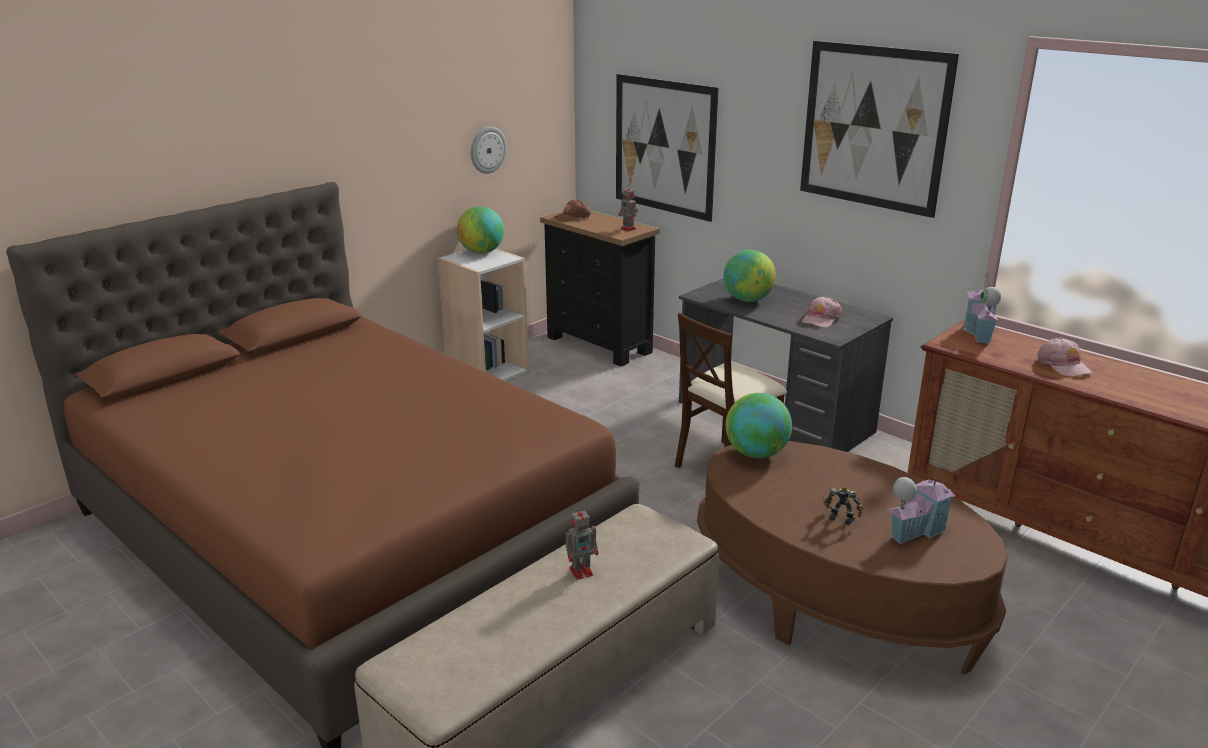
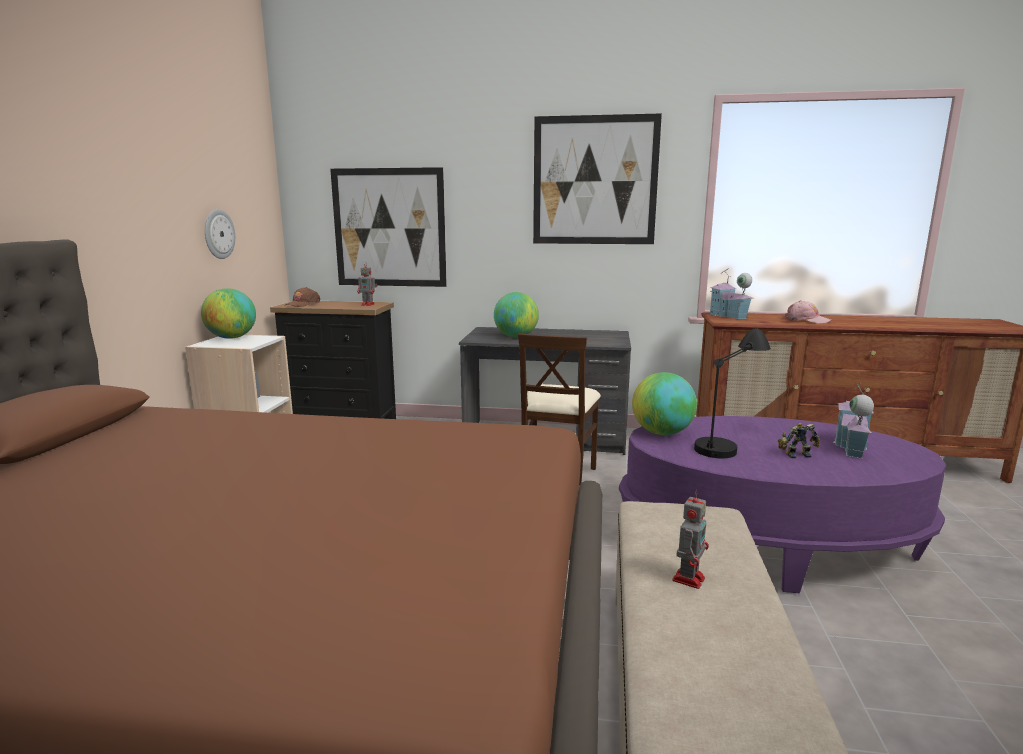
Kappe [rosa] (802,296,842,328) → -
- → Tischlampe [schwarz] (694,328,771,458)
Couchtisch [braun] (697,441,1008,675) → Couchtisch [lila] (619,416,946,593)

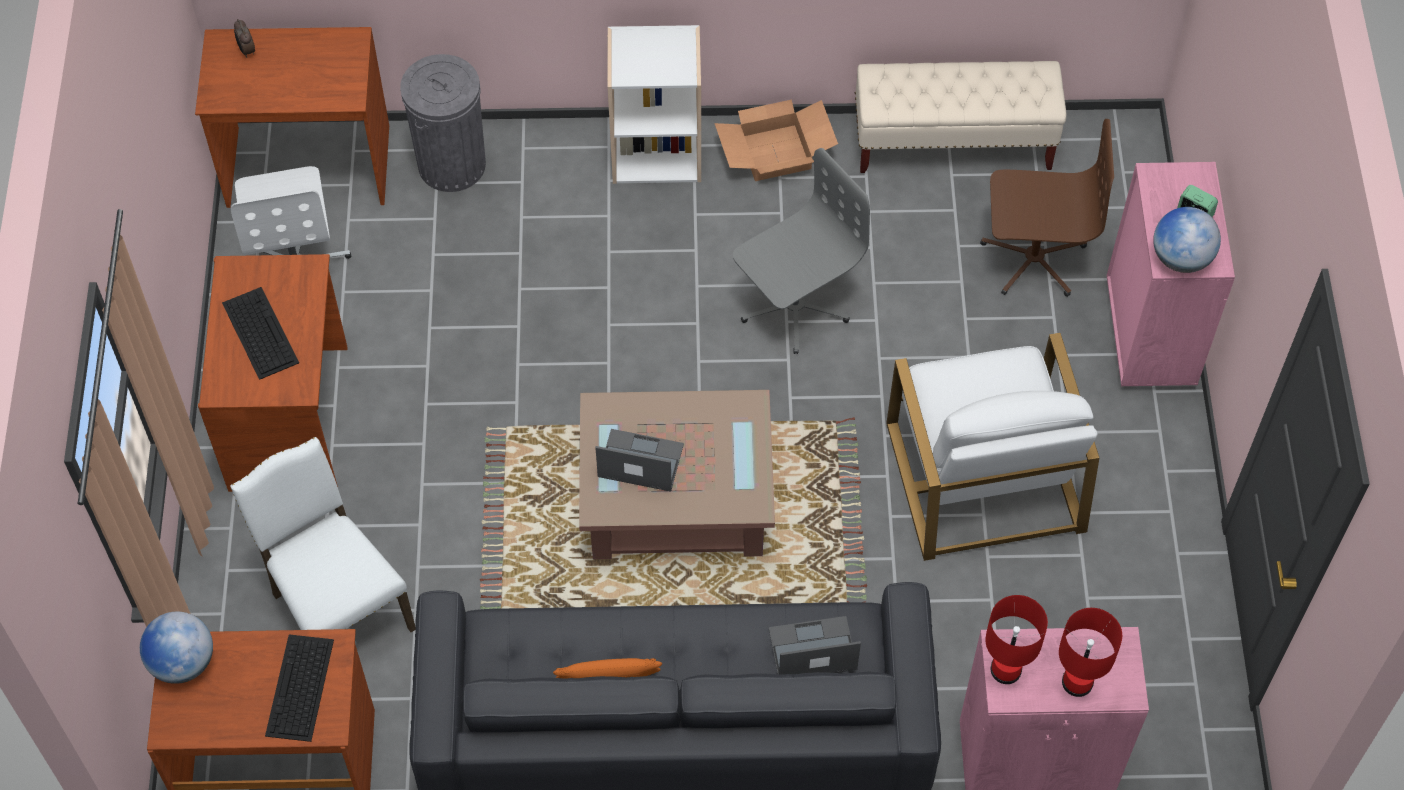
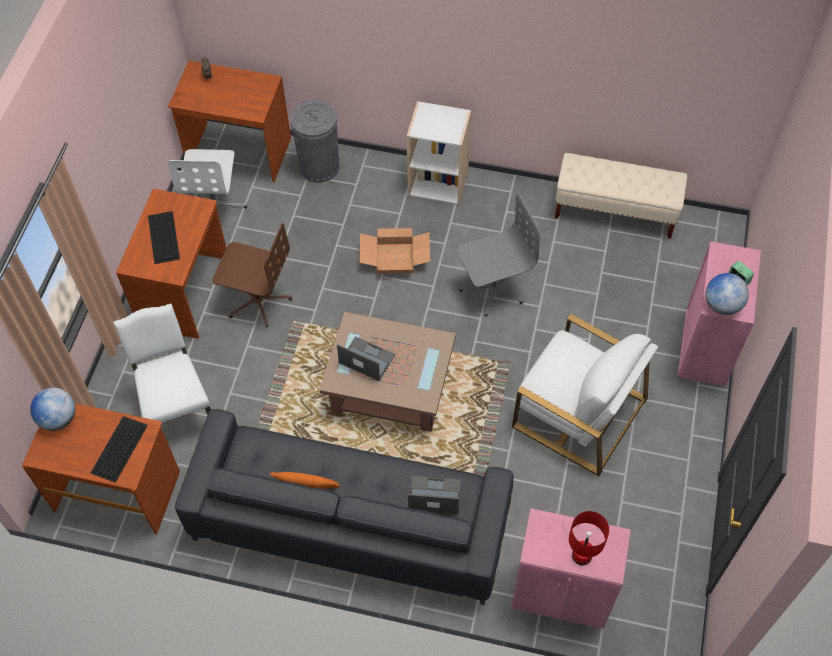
Tischlampe [rot] (986,595,1048,684) → -
Karton (714,99,838,181) → Karton (360,228,430,274), relocated
Bürostuhl [braun] (980,119,1114,297) → Bürostuhl [braun] (212,223,292,328), relocated
Sessel [weiß] (886,333,1099,561) → Sessel [weiß] (512,314,658,476), 60 degrees counterclockwise

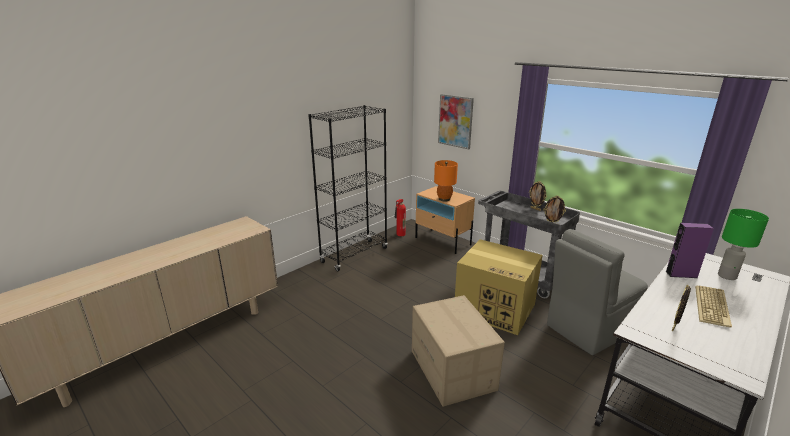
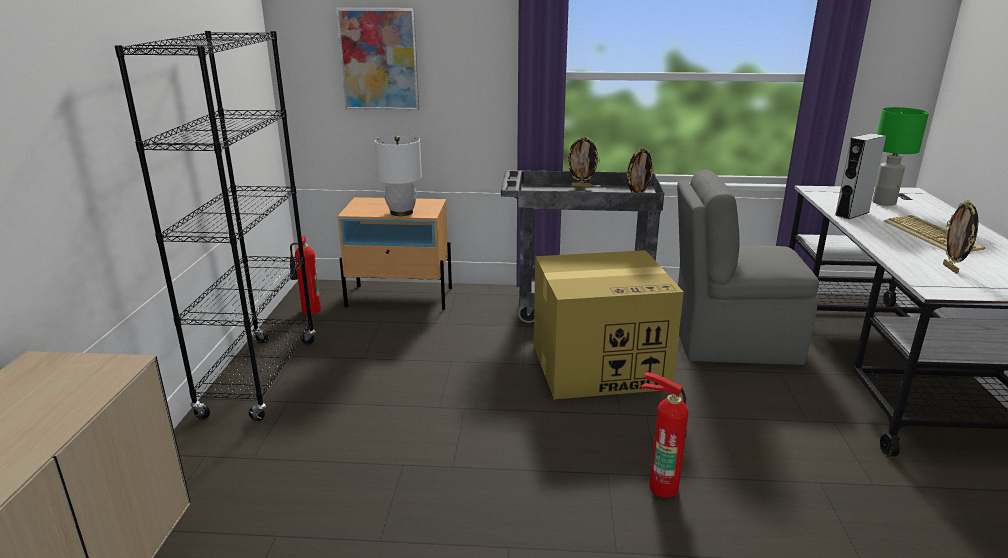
Karton (412,295,505,407) → Feuerlöscher (641,372,688,498)
Tischlampe [orange] (434,160,458,202) → Tischlampe [weiß] (374,135,422,216)
Lautsprecher [lila] (665,223,714,278) → Lautsprecher [grau] (835,133,886,219)
Stuhl [grau] (547,229,648,355) → Stuhl [grau] (677,170,819,365), 75 degrees clockwise

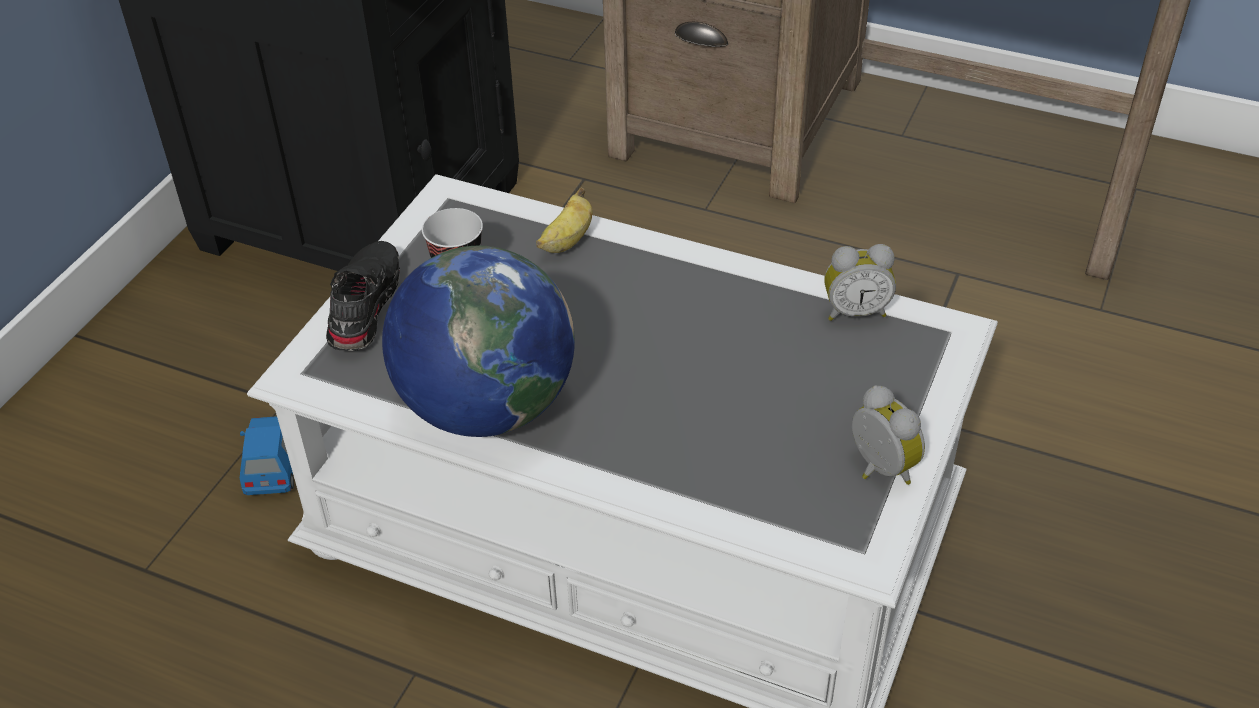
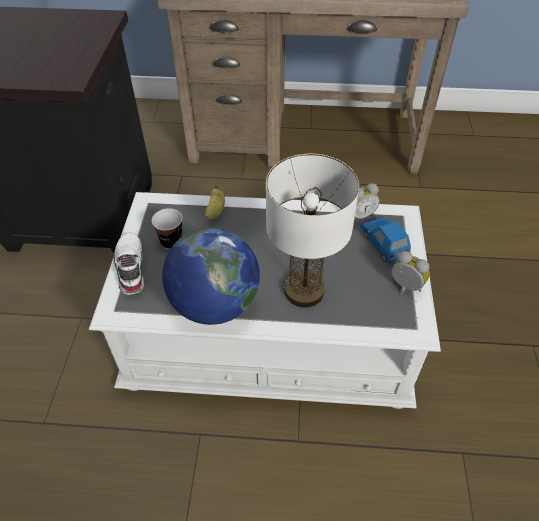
- → Tischlampe (266,154,359,308)
Spielzeugauto [blau] (240,416,294,495) → Spielzeugauto [blau] (360,217,411,263), relocated
Schuh [schwarz] (326,241,400,351) → Schuh [weiß] (113,233,144,295)

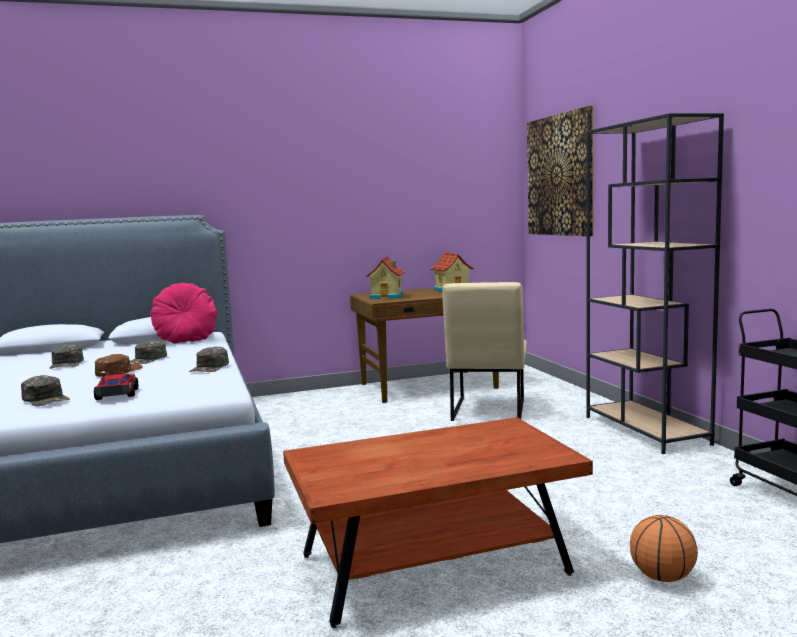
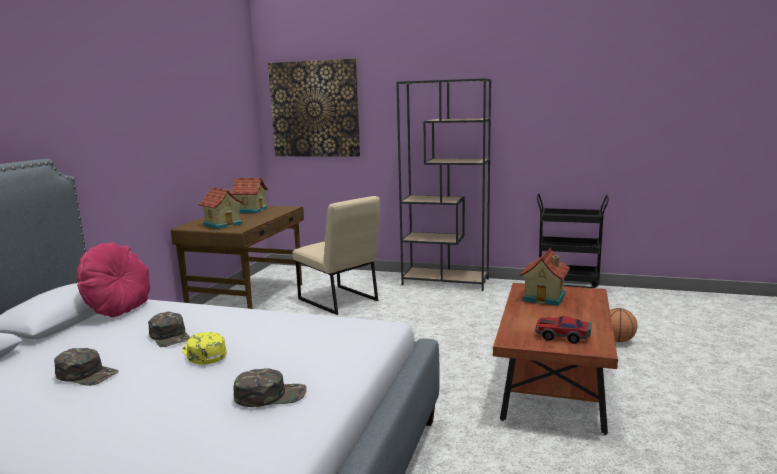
Kappe [grün] (189,347,229,372) → -
- → Spielzeughaus (520,248,570,306)
Spielzeugauto (94,373,138,400) → Spielzeugauto (535,316,592,344), relocated
Kappe [braun] (95,354,142,377) → Kappe [gelb] (182,332,226,364)

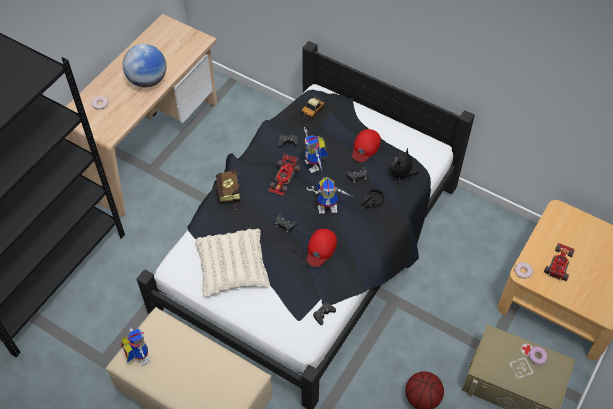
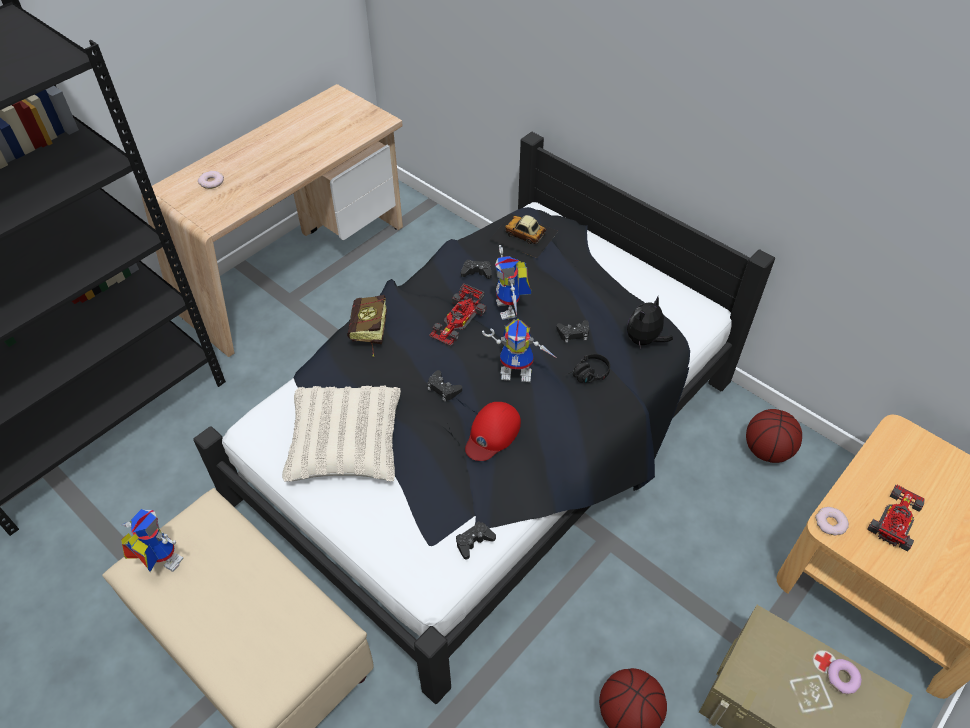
Globus (123,44,166,88) → -
Kappe [rot] (352,129,381,162) → -
- → Basketball (746,409,802,463)
Spielzeugroboter (121,326,151,366) → Spielzeugroboter (121,509,184,572), 45 degrees counterclockwise
Spielzeugauto (291,95,335,129) → Spielzeugauto (490,214,558,258), 75 degrees clockwise

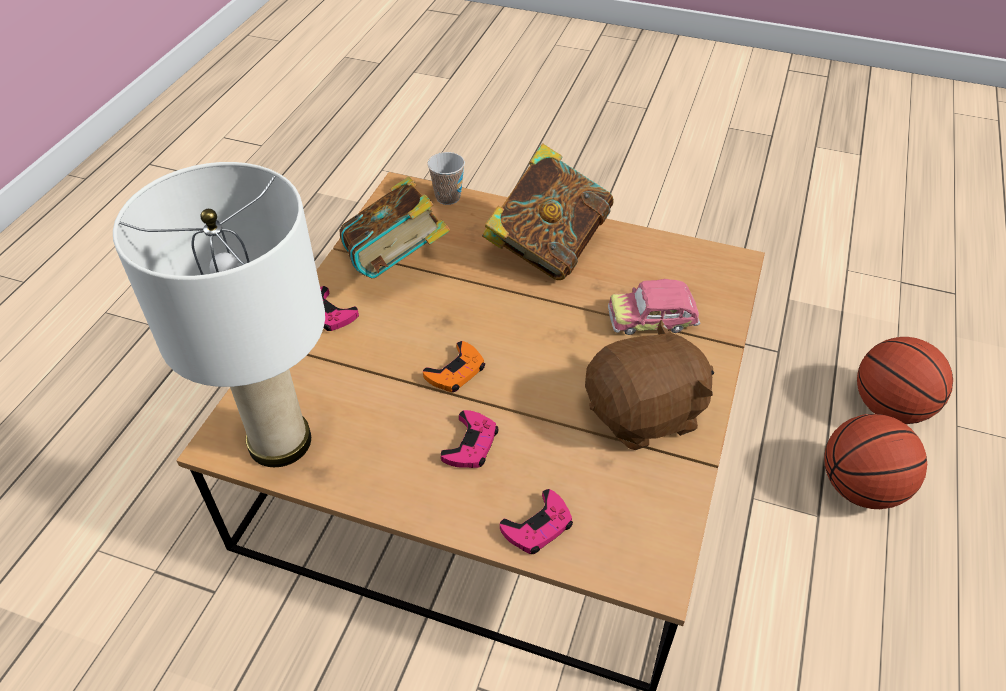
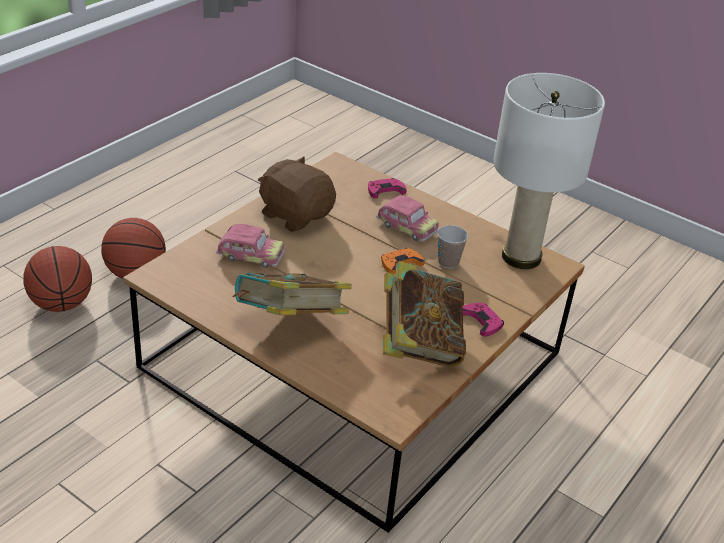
Tasse (428,152,465,205) → Tasse (438,225,468,269), relocated
Gamepad [rosa] (440,410,498,468) → Spielzeugauto (376,195,439,241)
Plüschtier [braun] (585,320,714,450) → Plüschtier [braun] (258,157,336,232), 45 degrees clockwise

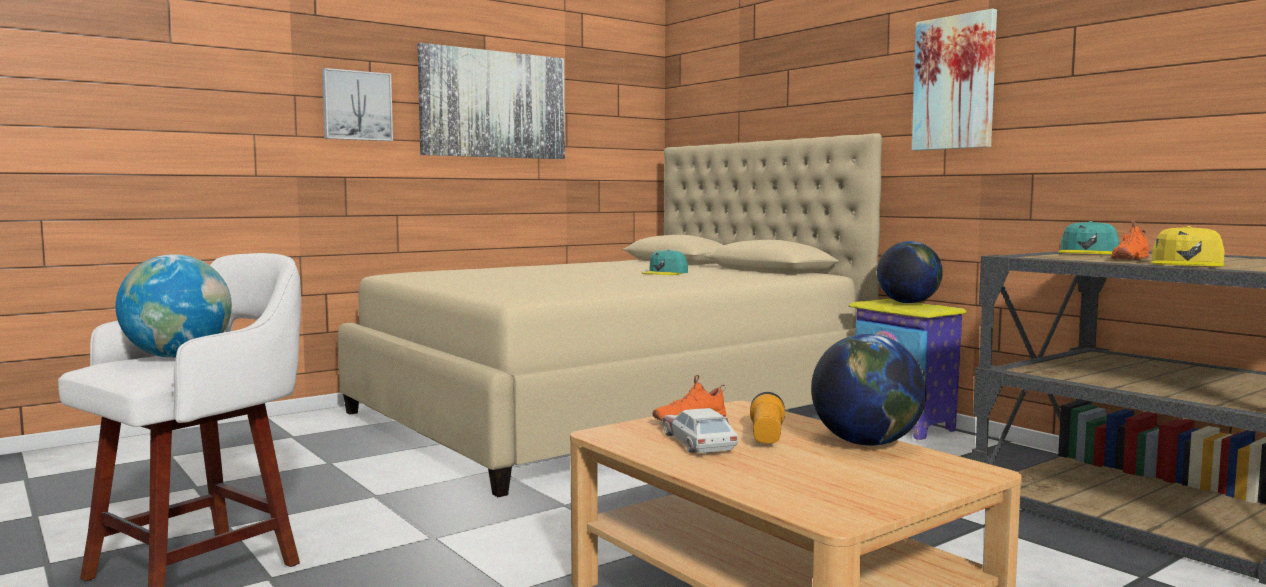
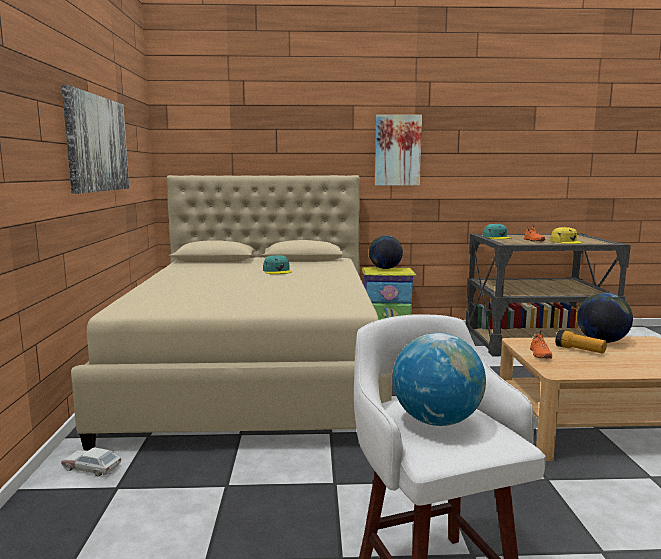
Bild (322,68,393,141) → -
Spielzeugauto (663,408,738,454) → Spielzeugauto (61,447,121,477), relocated

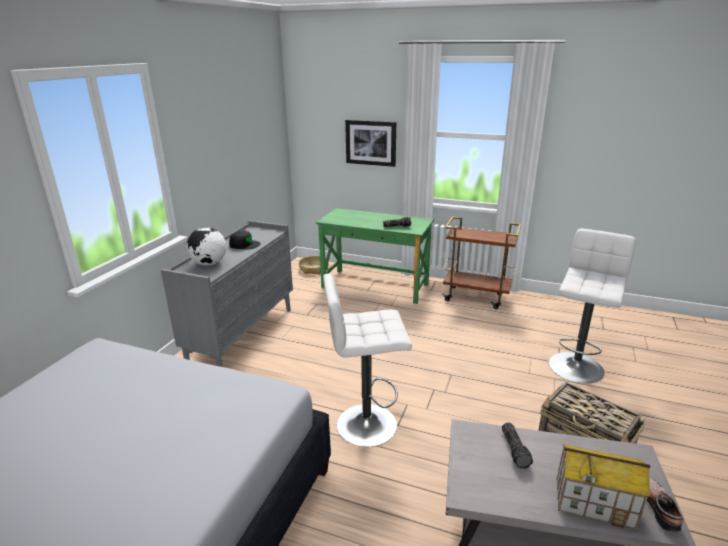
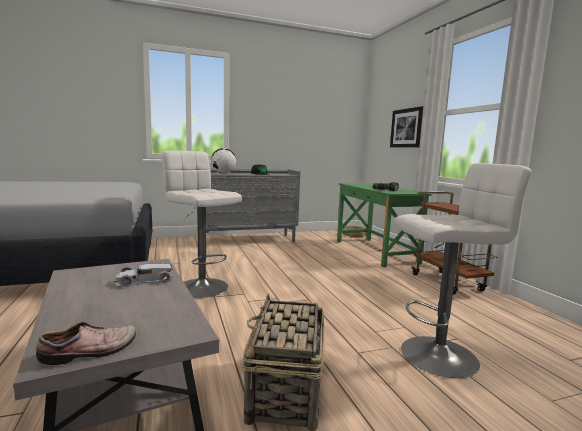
Spielzeughaus (557,444,650,530) → -
Taschenlampe (502,422,533,469) → Spielzeugauto [weiß] (114,263,173,288)

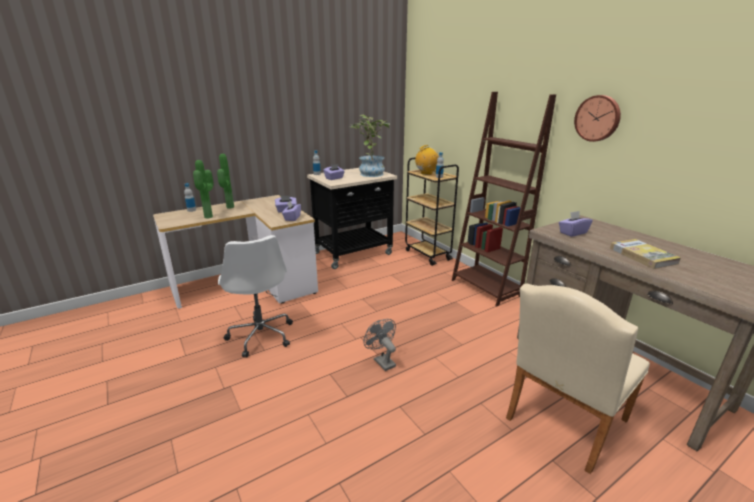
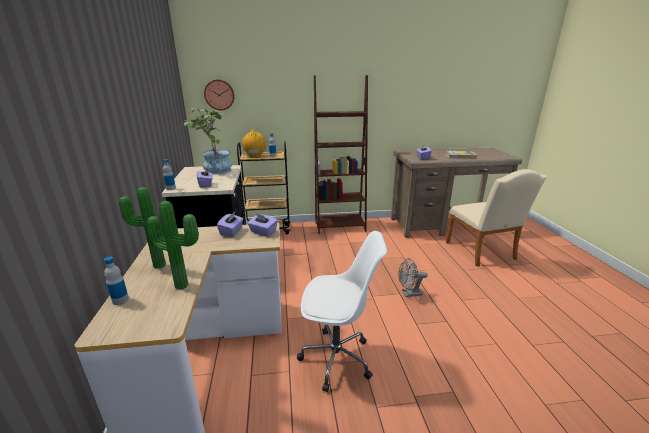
Wanduhr (574,95,621,142) → Wanduhr (204,80,235,110), relocated

